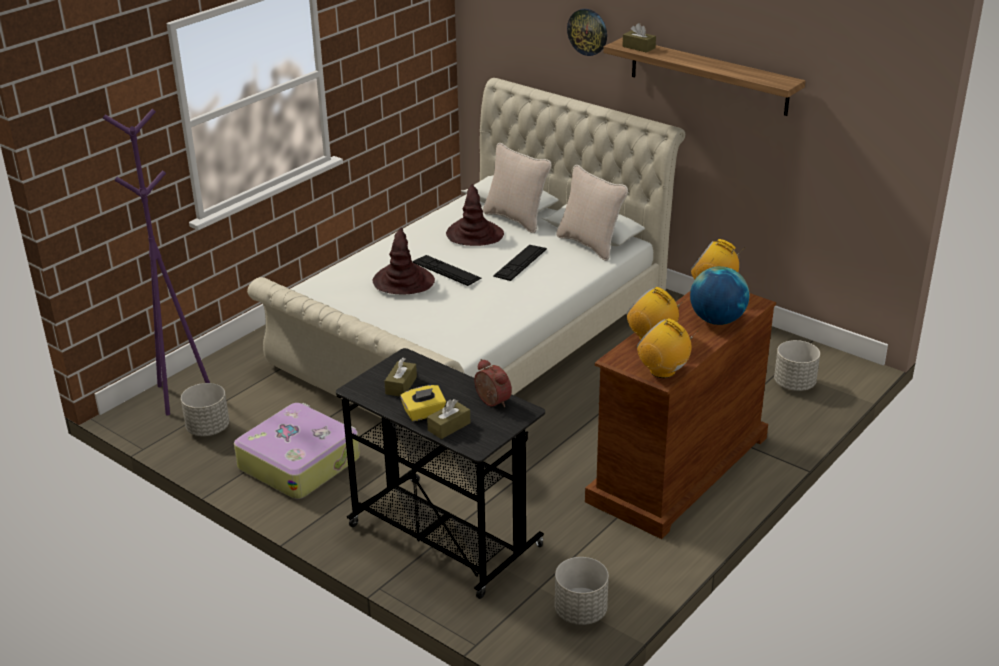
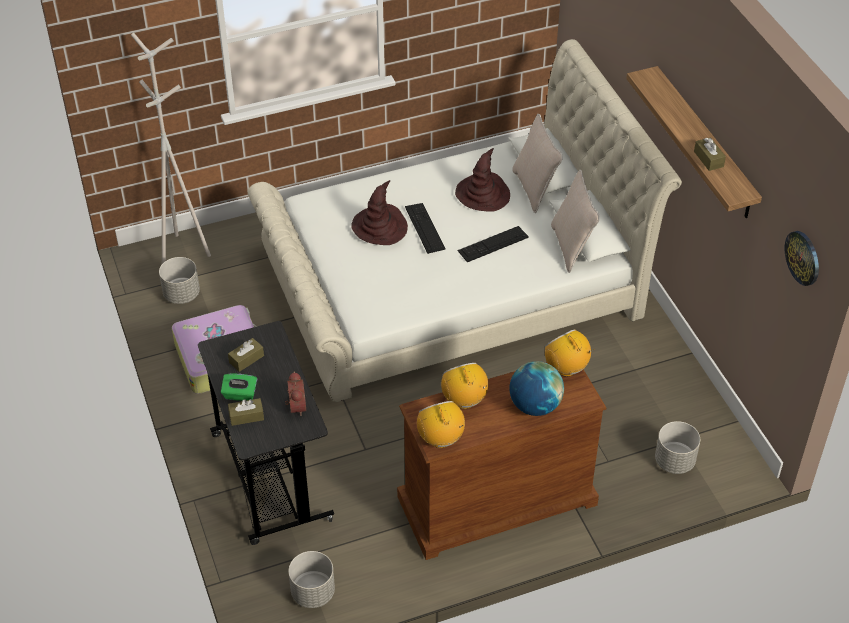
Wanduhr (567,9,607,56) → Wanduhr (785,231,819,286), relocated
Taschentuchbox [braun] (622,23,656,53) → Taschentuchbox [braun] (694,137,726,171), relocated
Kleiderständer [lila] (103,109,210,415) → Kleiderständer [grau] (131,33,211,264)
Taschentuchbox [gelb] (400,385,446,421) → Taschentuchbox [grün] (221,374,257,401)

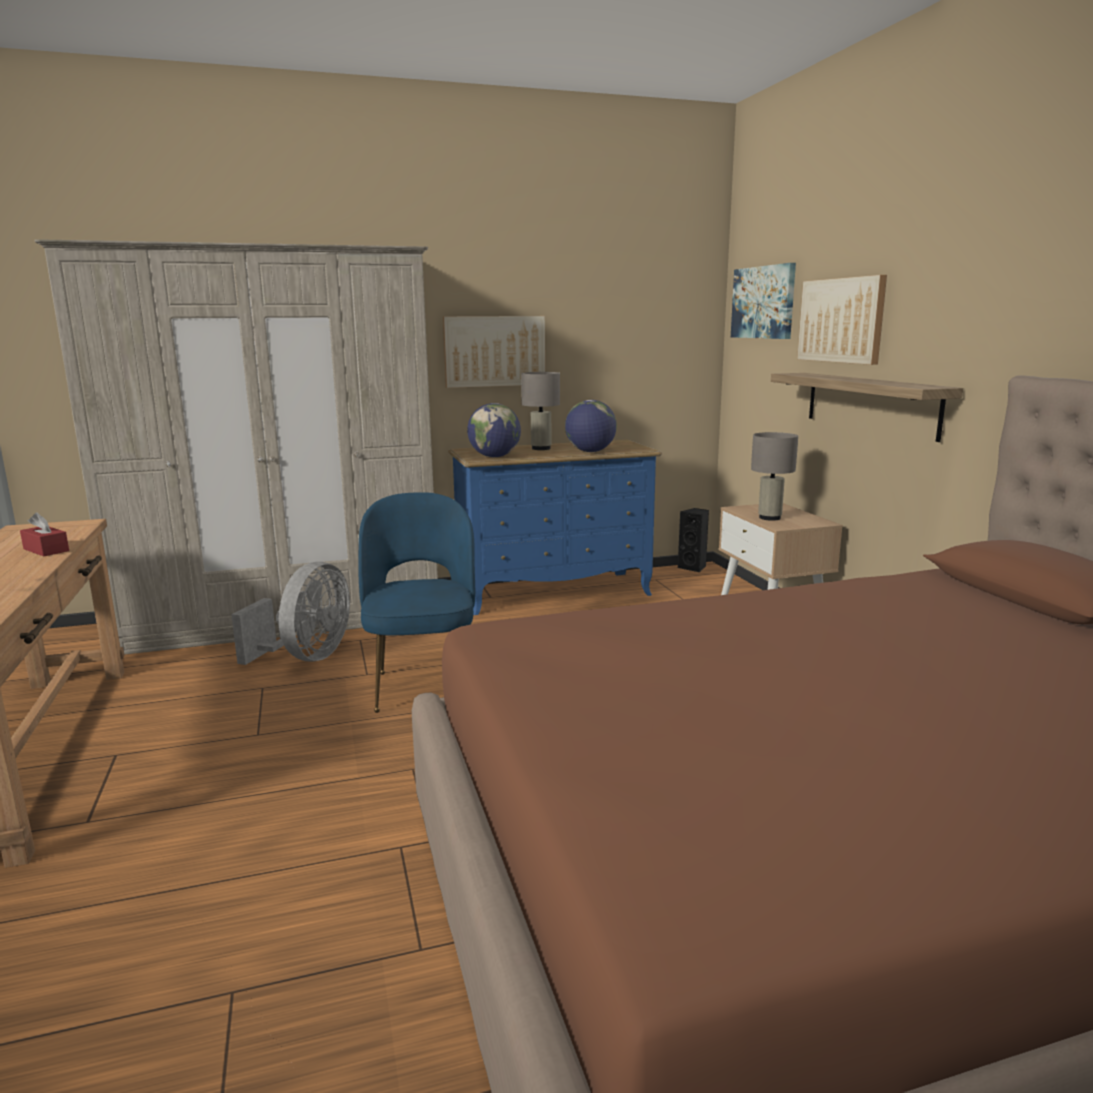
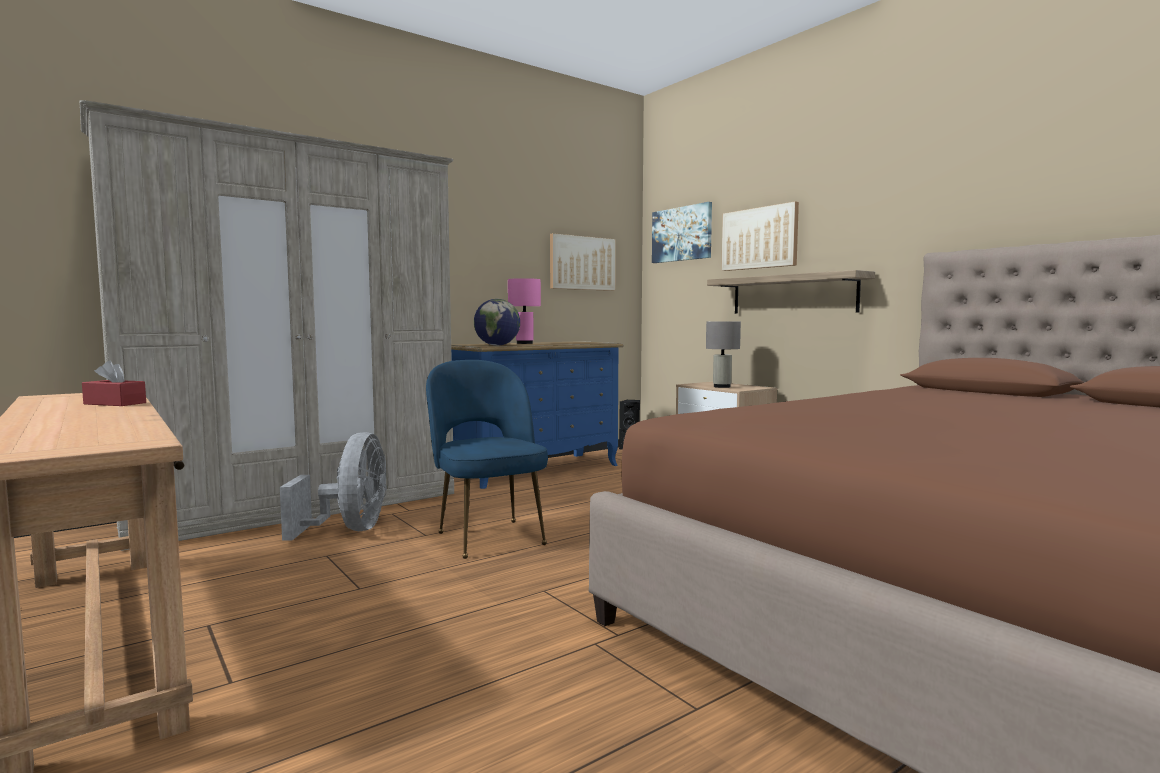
Globus (565,400,617,452) → -
Bild (443,316,545,388) → Bild (550,233,616,291), relocated
Tischlampe [grau] (521,372,560,450) → Tischlampe [rosa] (508,278,541,344)

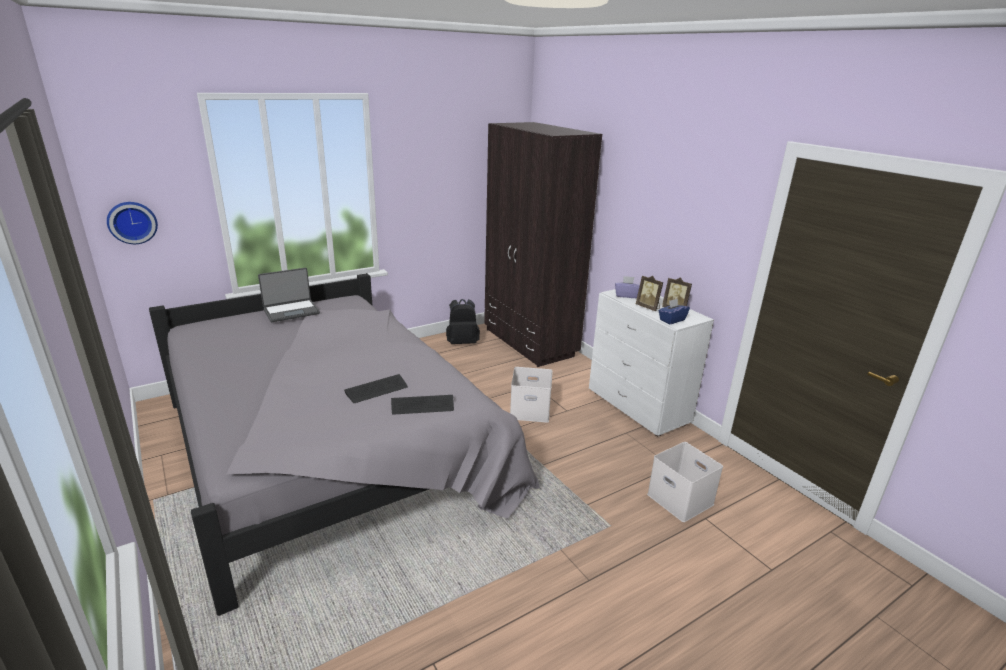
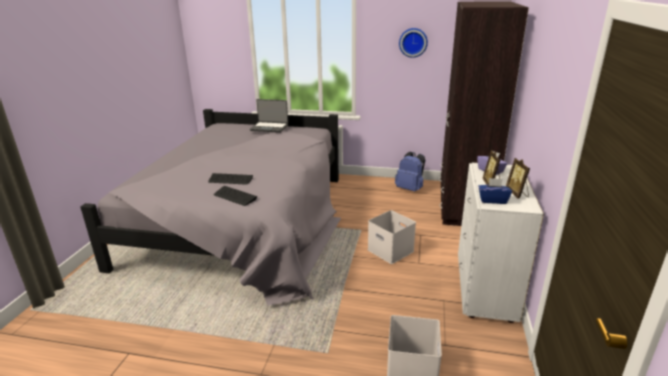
Wanduhr (107,202,158,244) → Wanduhr (399,28,428,58), relocated
Rucksack [schwarz] (446,299,480,344) → Rucksack [blau] (395,152,425,192)

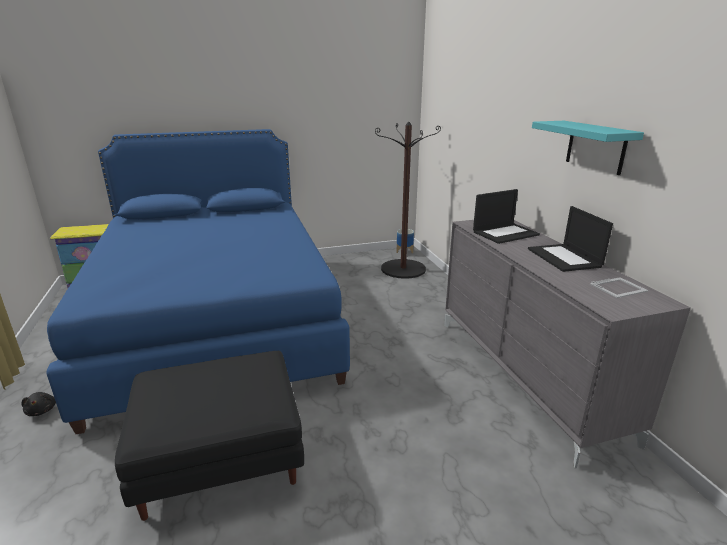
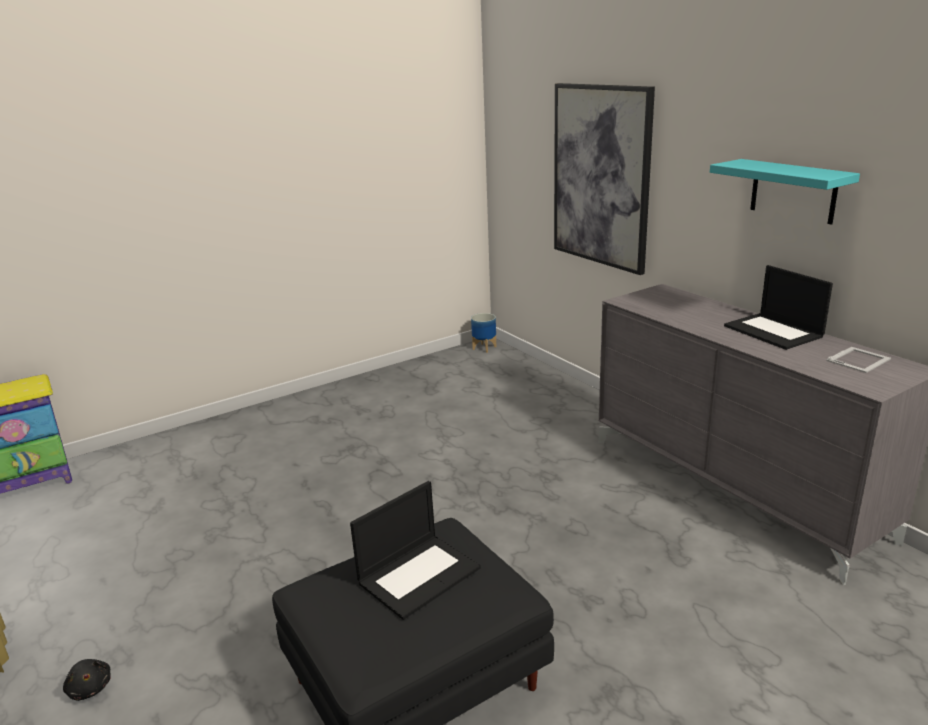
Bett [blau] (46,129,350,434) → -
Kleiderständer [schwarz] (375,122,441,279) → -
- → Bild (554,83,655,275)
Laptop (473,189,540,244) → Laptop (350,481,481,620), relocated

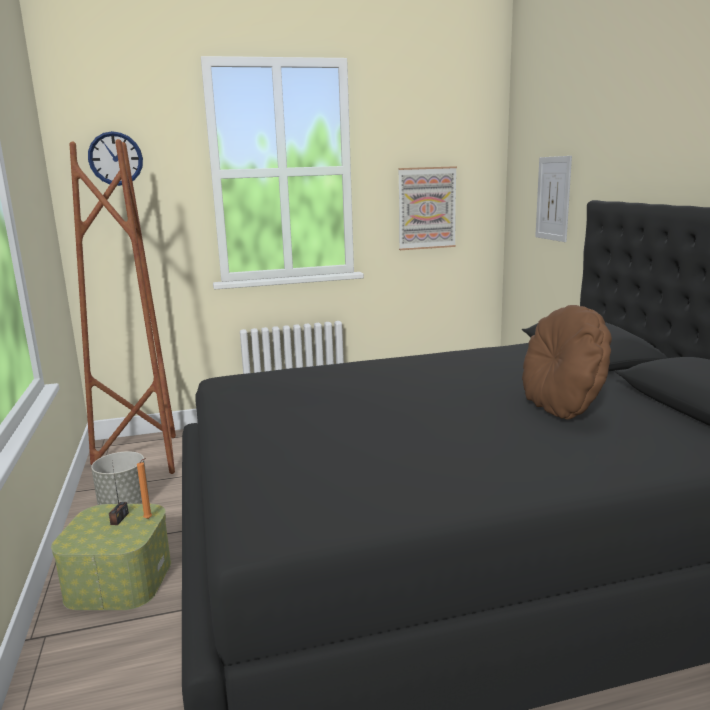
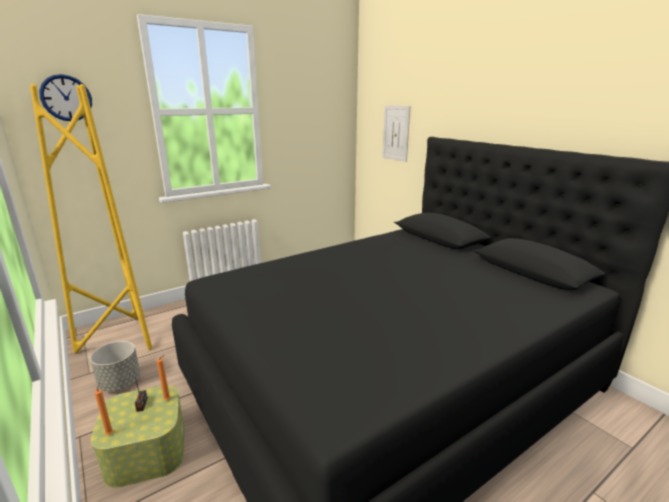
Bild (398,166,457,250) → -
Kissen [braun] (522,305,612,420) → -
- → Kerze [orange] (95,382,113,435)
Kleiderständer [braun] (69,139,176,474) → Kleiderständer [gelb] (30,84,152,353)

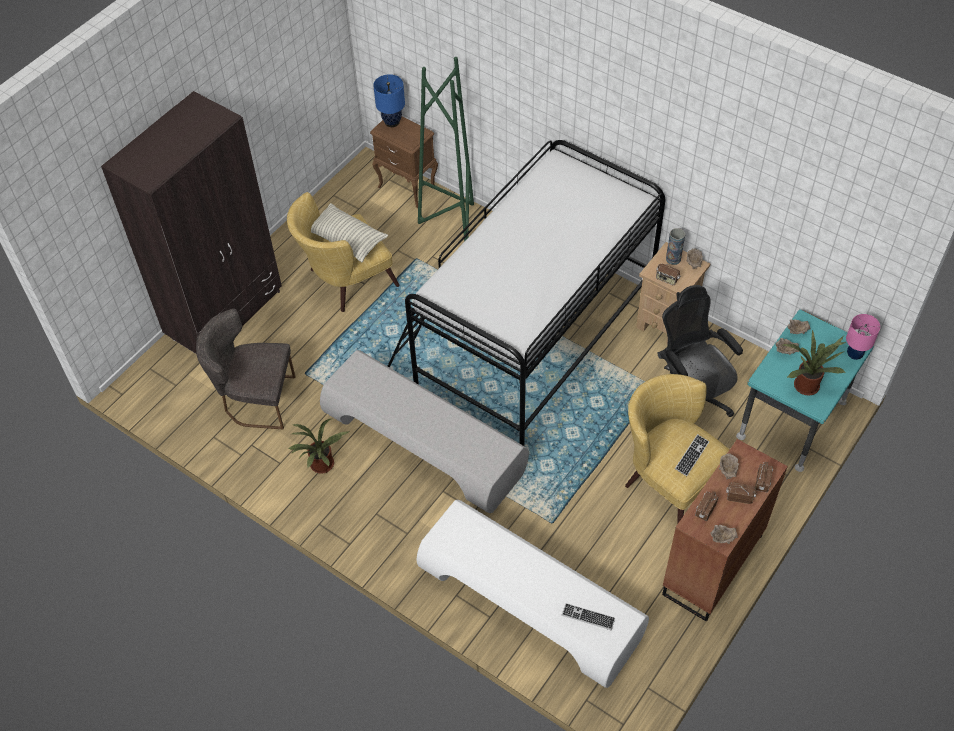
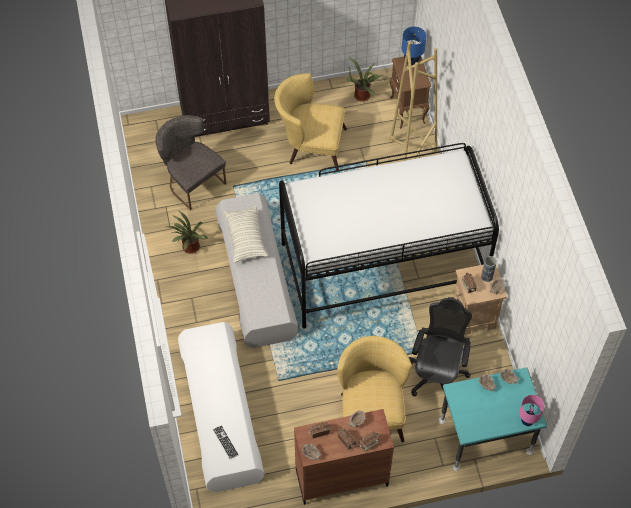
Tastatur (675,434,709,476) → -
Kissen (311,203,388,262) → Kissen (224,206,268,263), relocated
Topfpflanze (783,329,846,396) → Topfpflanze (346,58,383,102), relocated
Kleiderständer [grün] (418,57,474,242) → Kleiderständer [gelb] (390,42,437,161)

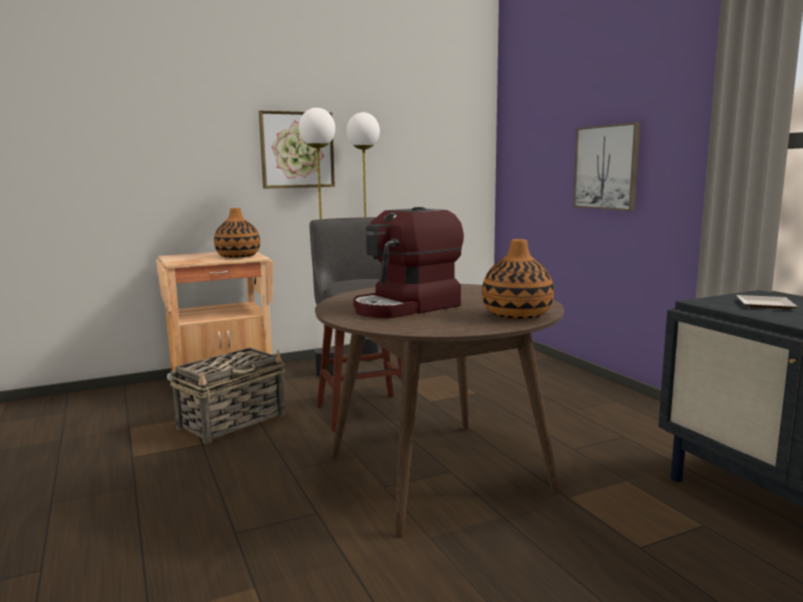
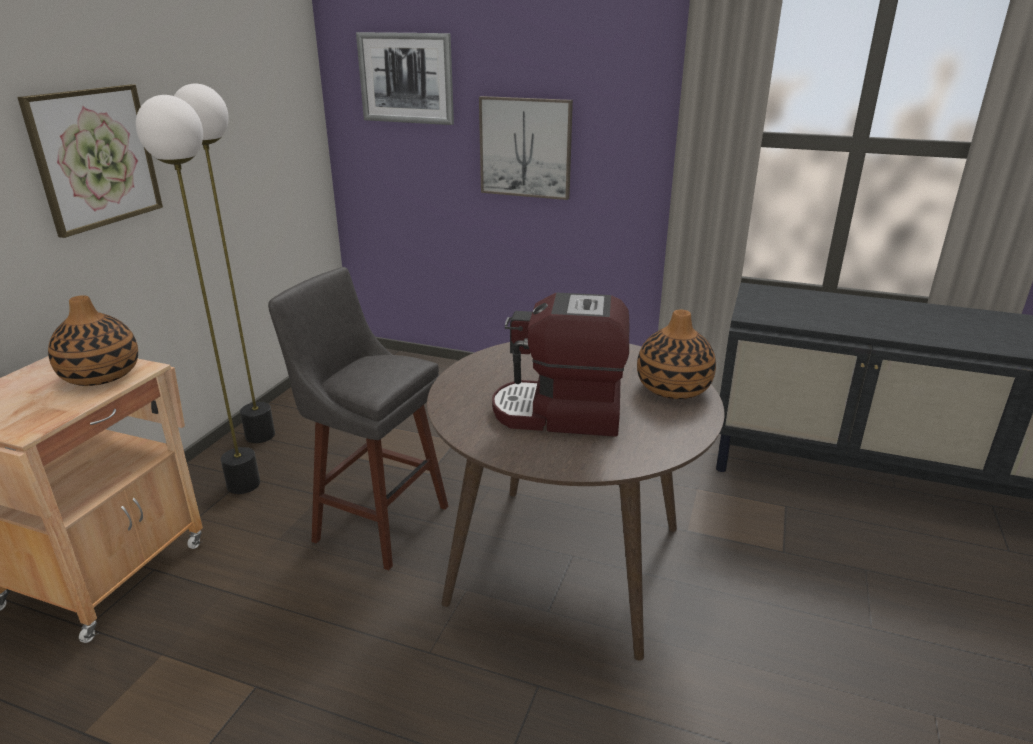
Korb (170,348,285,444) → -
Teller (736,295,798,309) → -
- → Bild (356,32,454,125)
Kaffeemaschine (353,207,464,318) → Kaffeemaschine (492,293,629,437), 90 degrees clockwise

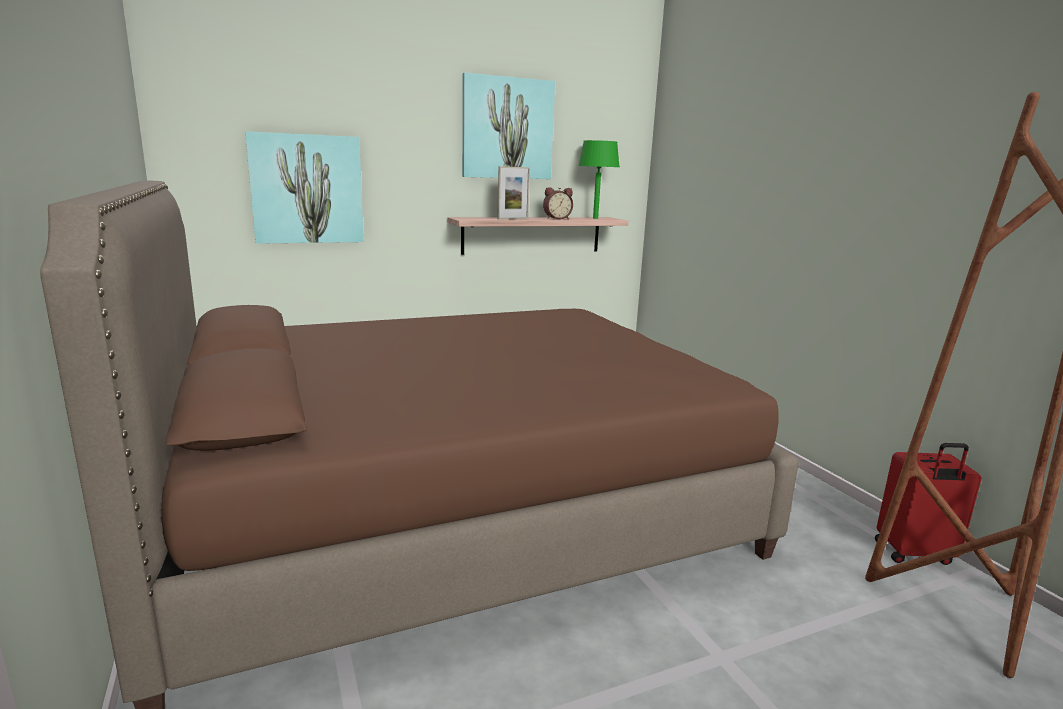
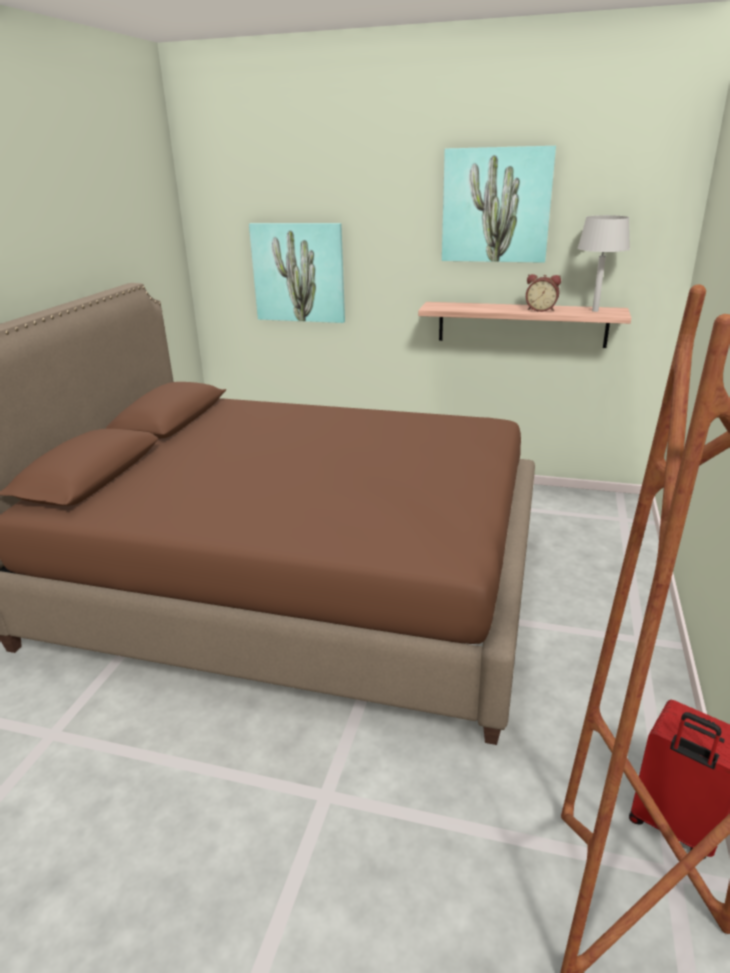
Bilderrahmen (497,166,530,219) → -
Tischlampe [grün] (578,140,619,219) → Tischlampe [grau] (577,215,630,312)

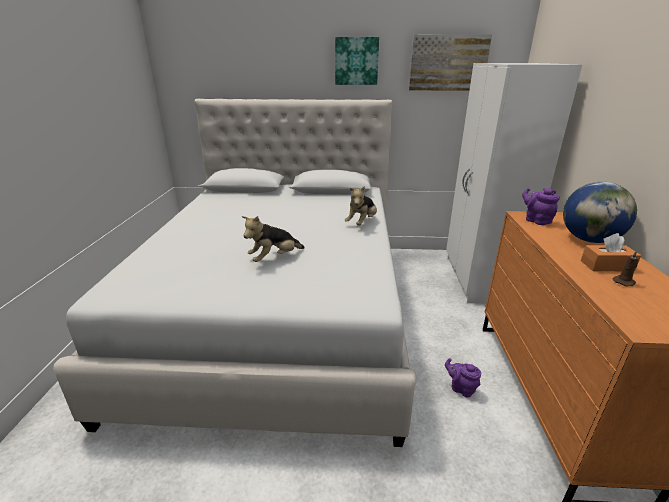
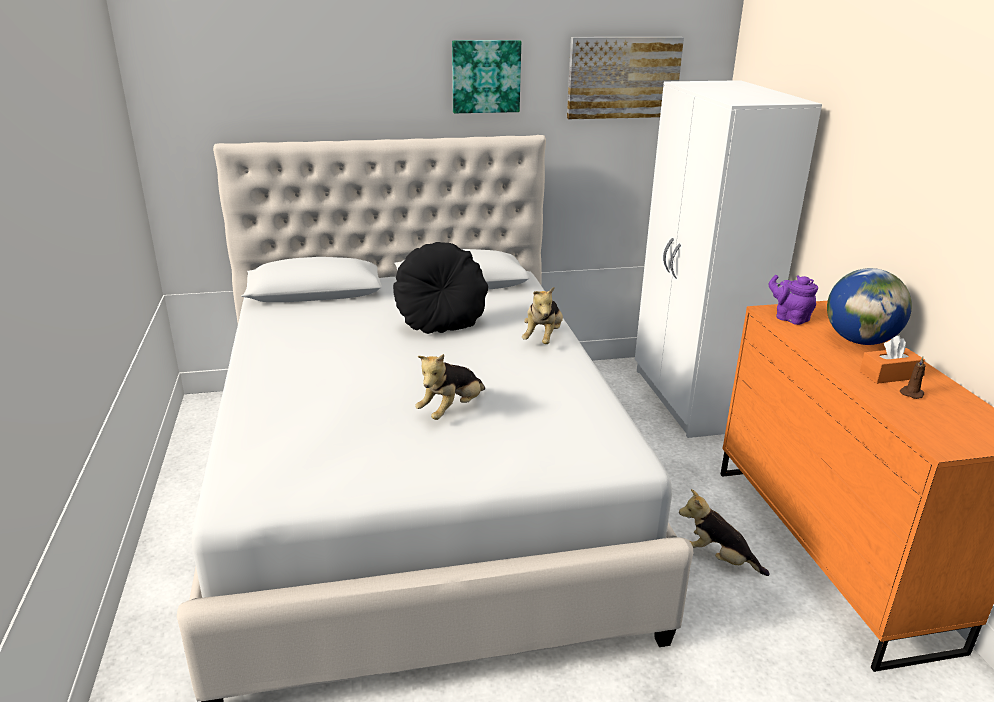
- → Kissen [schwarz] (393,242,488,334)
Teekanne [lila] (445,358,481,398) → Plüschtier (679,489,770,576)

